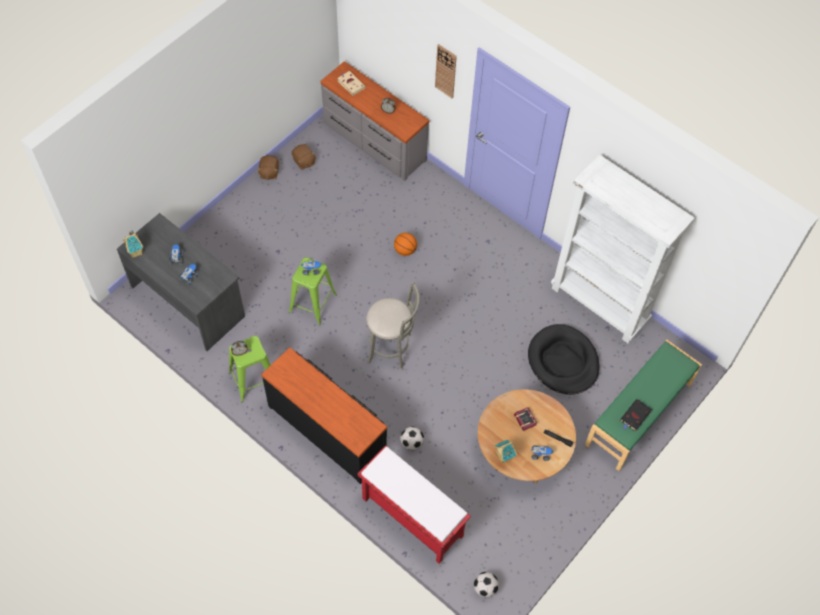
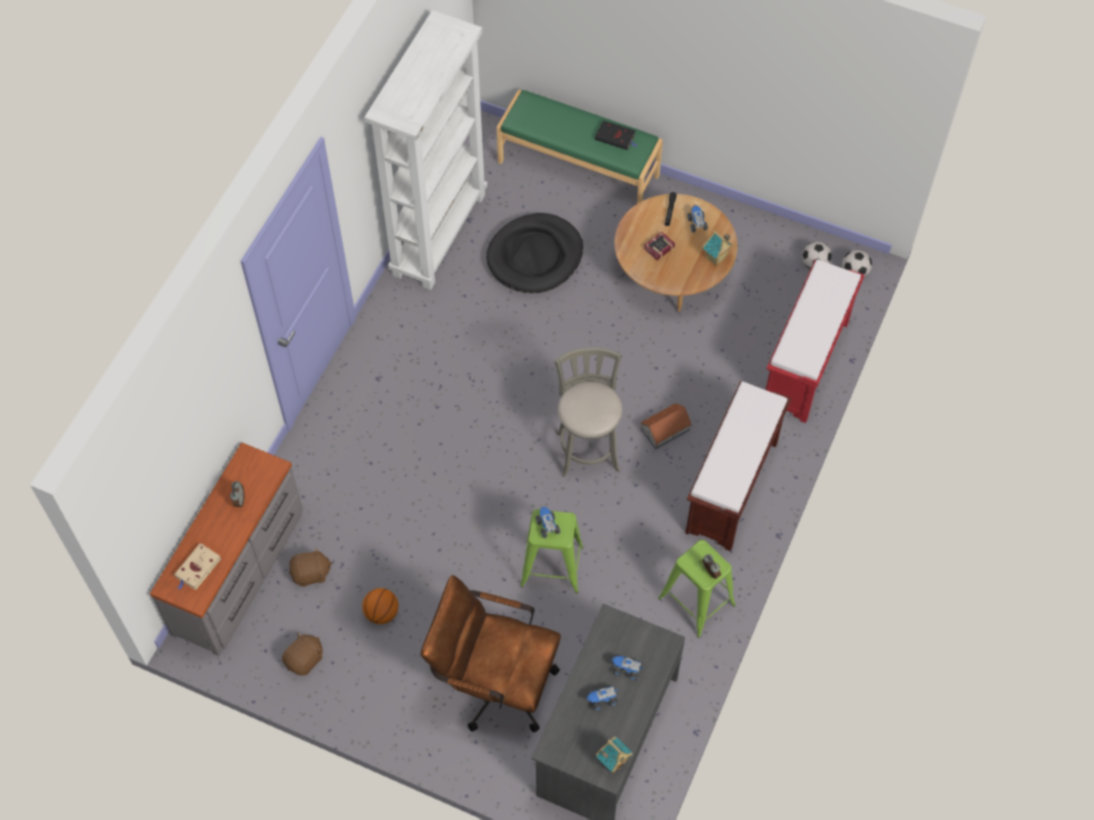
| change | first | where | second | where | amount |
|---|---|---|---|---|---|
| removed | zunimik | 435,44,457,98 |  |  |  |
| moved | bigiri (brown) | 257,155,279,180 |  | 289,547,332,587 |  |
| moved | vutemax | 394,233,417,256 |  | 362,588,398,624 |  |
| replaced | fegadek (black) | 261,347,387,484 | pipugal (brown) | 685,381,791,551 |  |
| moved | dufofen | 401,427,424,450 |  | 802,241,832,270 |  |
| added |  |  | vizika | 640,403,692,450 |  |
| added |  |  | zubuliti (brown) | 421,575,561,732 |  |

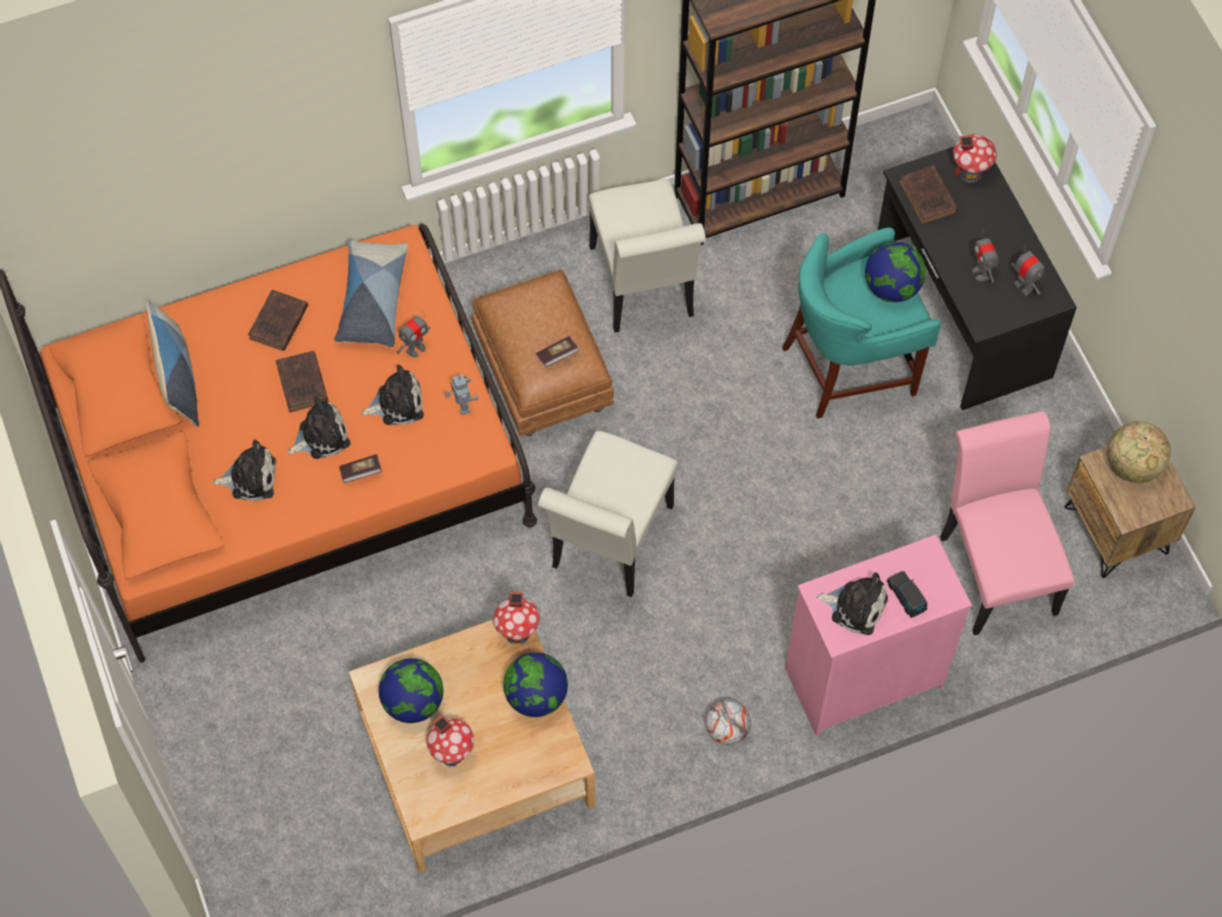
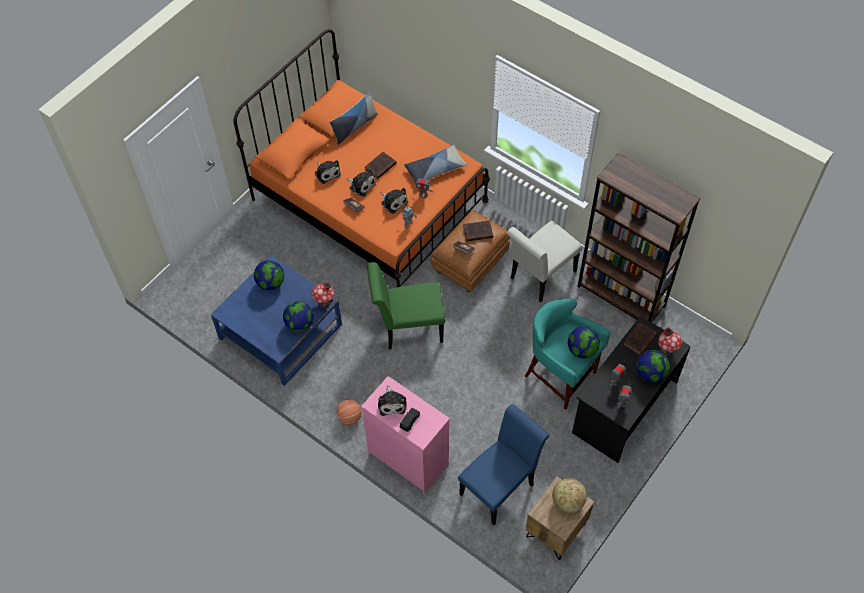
| change | first | where | second | where | amount |
|---|---|---|---|---|---|
| moved | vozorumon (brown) | 248,290,308,351 |  | 463,220,493,242 |  |
| recoloured | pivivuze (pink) | 940,411,1074,635 | pivivuze (blue) | 458,404,550,525 |  |
| recoloured | pivivuze (white) | 538,431,678,597 | pivivuze (green) | 367,262,446,349 |  |
| recoloured | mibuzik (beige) | 349,620,595,873 | mibuzik (blue) | 211,255,342,386 |  |
| replaced | dufofen | 706,699,751,745 | vutemax | 336,400,361,425 |  |
| removed | vizika | 427,714,474,767 |  |  |  |
| added |  |  | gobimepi | 636,350,670,383 |  |

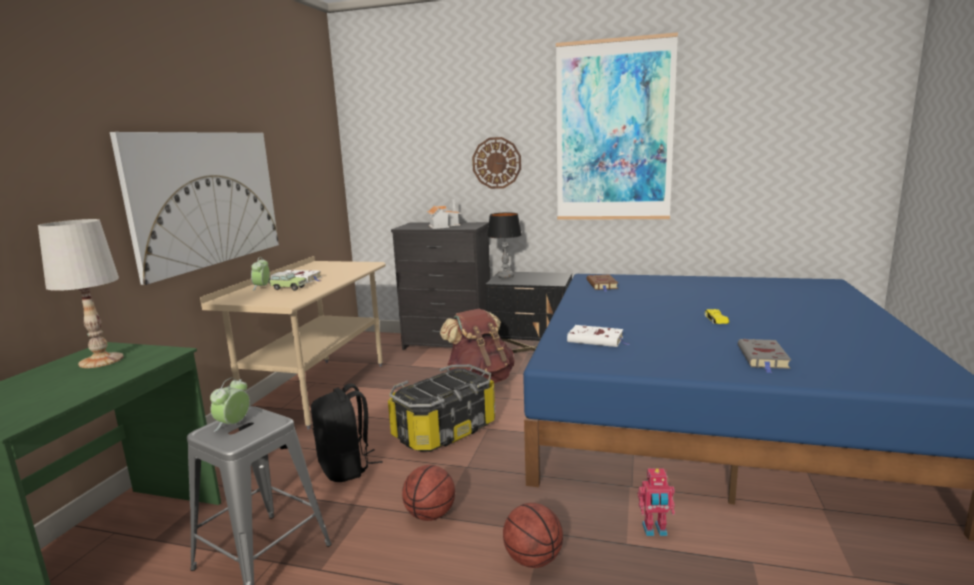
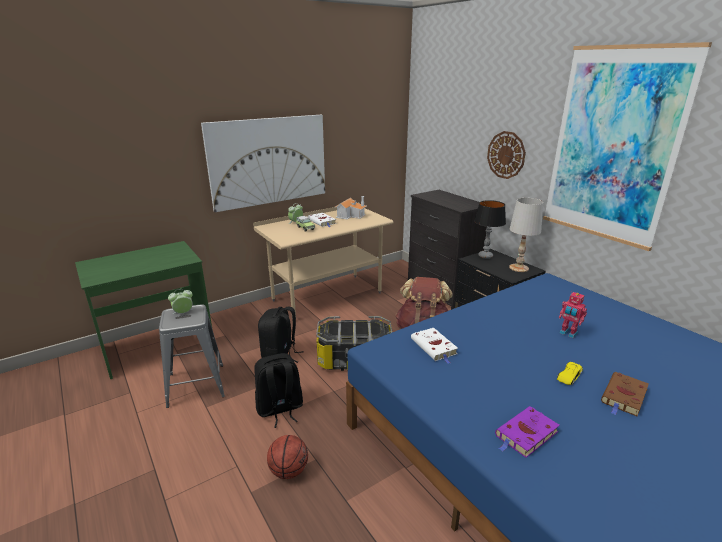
| change | first | where | second | where | amount |
|---|---|---|---|---|---|
| moved | vizika | 426,199,461,229 |  | 335,196,367,219 |  |
| moved | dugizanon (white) | 38,219,124,368 |  | 509,198,543,272 |  |
| moved | vozorumon (brown) | 587,274,618,292 |  | 601,372,649,416 |  |
| recoloured | vozorumon (grey) | 738,339,791,373 | vozorumon (purple) | 495,406,560,458 |  |
| replaced | vutemax | 402,465,455,521 | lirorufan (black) | 254,353,303,428 |  |
| moved | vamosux | 638,468,675,536 |  | 559,292,587,338 |  |

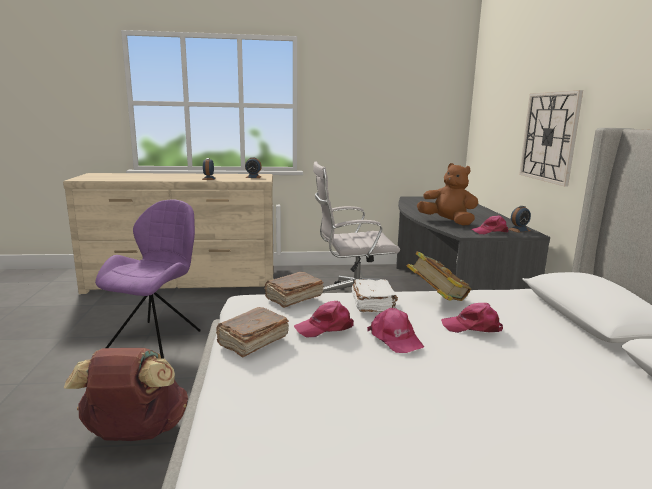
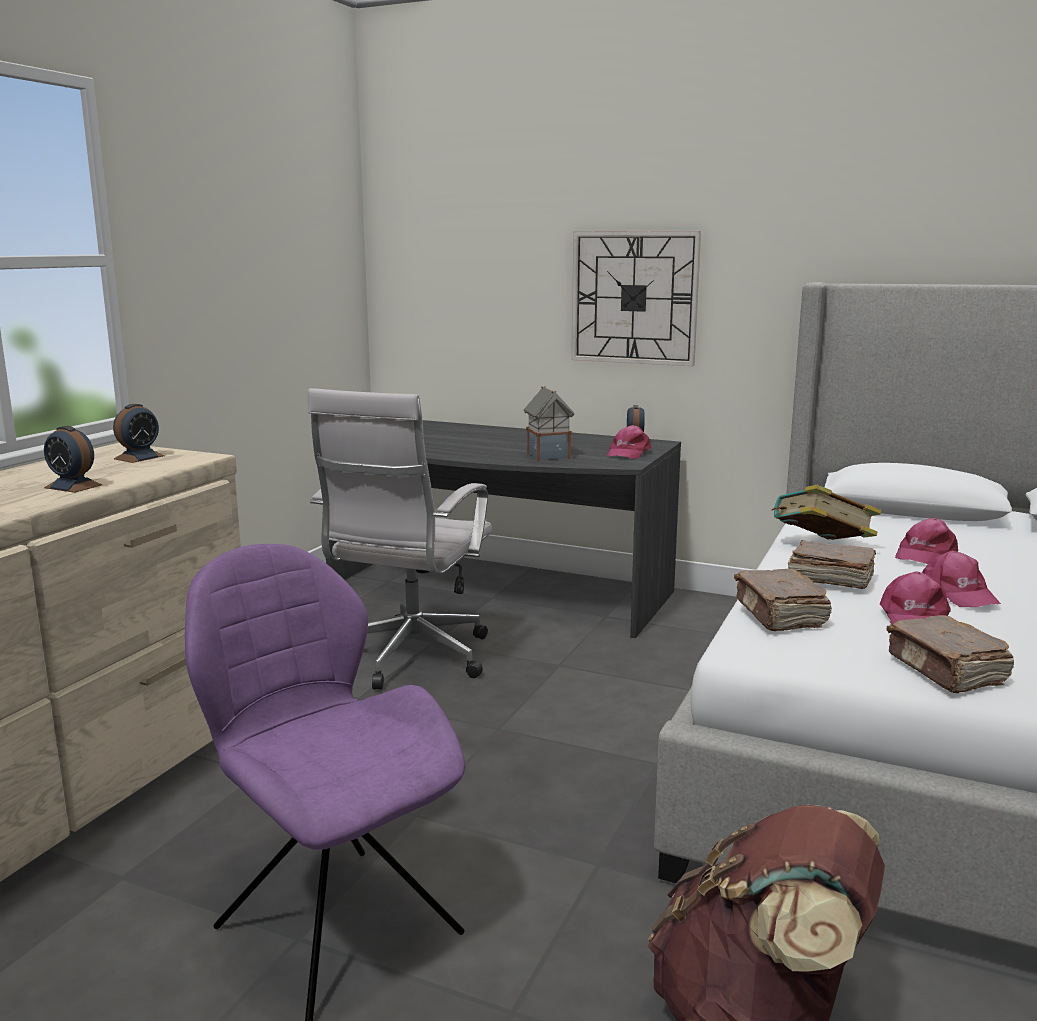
| change | first | where | second | where | amount |
|---|---|---|---|---|---|
| replaced | bigiri (brown) | 417,163,478,226 | vizika | 524,386,574,461 |  |
| recoloured | vozorumon (white) | 351,279,398,313 | vozorumon (brown) | 788,540,876,589 |  |
| turned | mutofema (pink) | 367,308,424,353 |  | 922,550,1001,607 | 75 degrees clockwise |

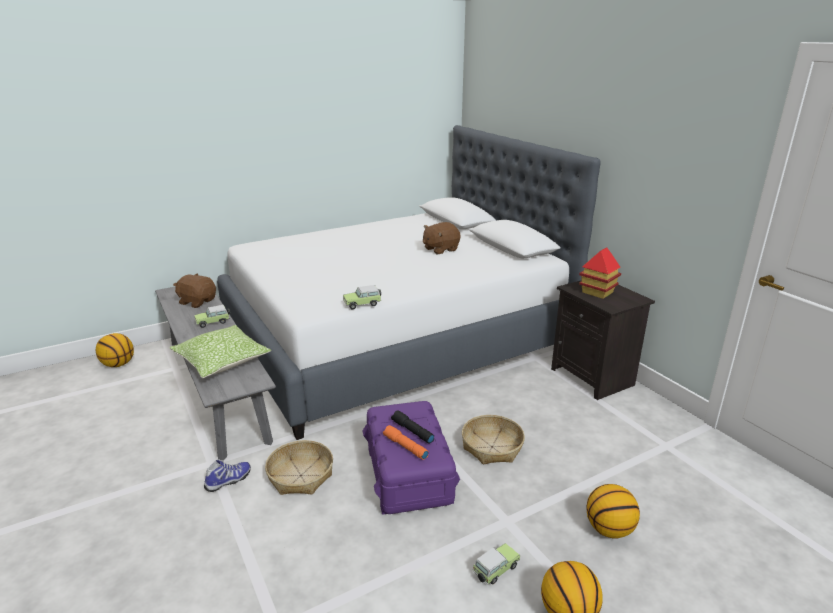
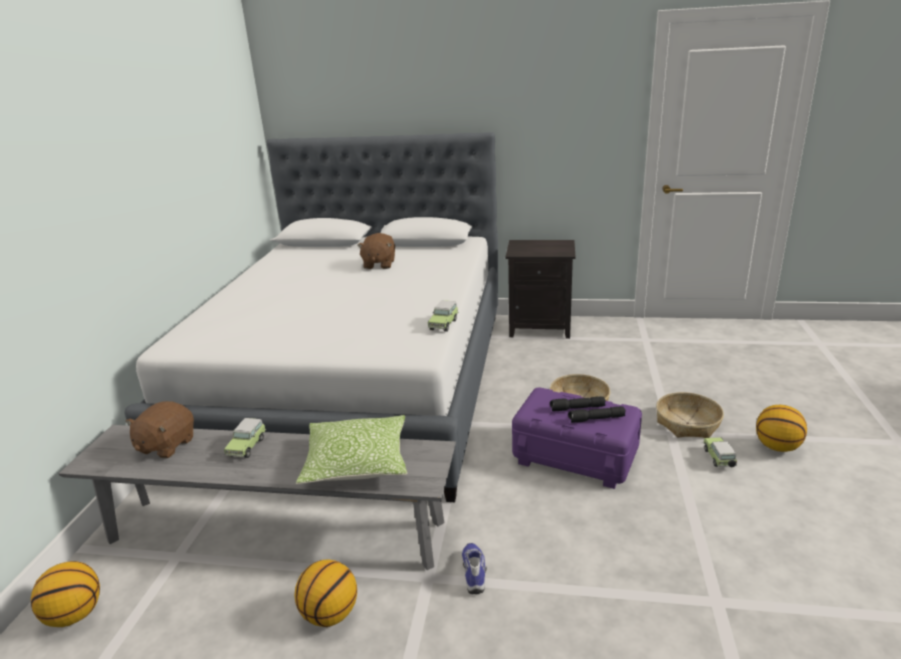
| change | first | where | second | where | amount |
|---|---|---|---|---|---|
| removed | vizika | 579,247,621,299 |  |  |  |
| turned | bigiri (brown) | 173,273,216,308 |  | 126,401,194,459 | 45 degrees counterclockwise |
| recoloured | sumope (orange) | 383,425,428,460 | sumope (black) | 568,406,626,423 |  |
| moved | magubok | 265,440,333,495 |  | 656,392,724,438 |  |
| moved | vutemax | 586,484,640,538 |  | 294,560,357,627 |  |

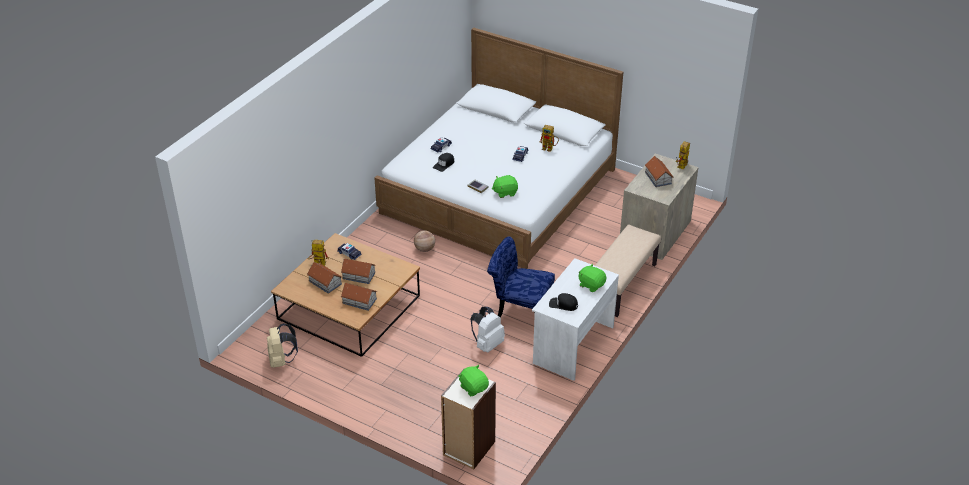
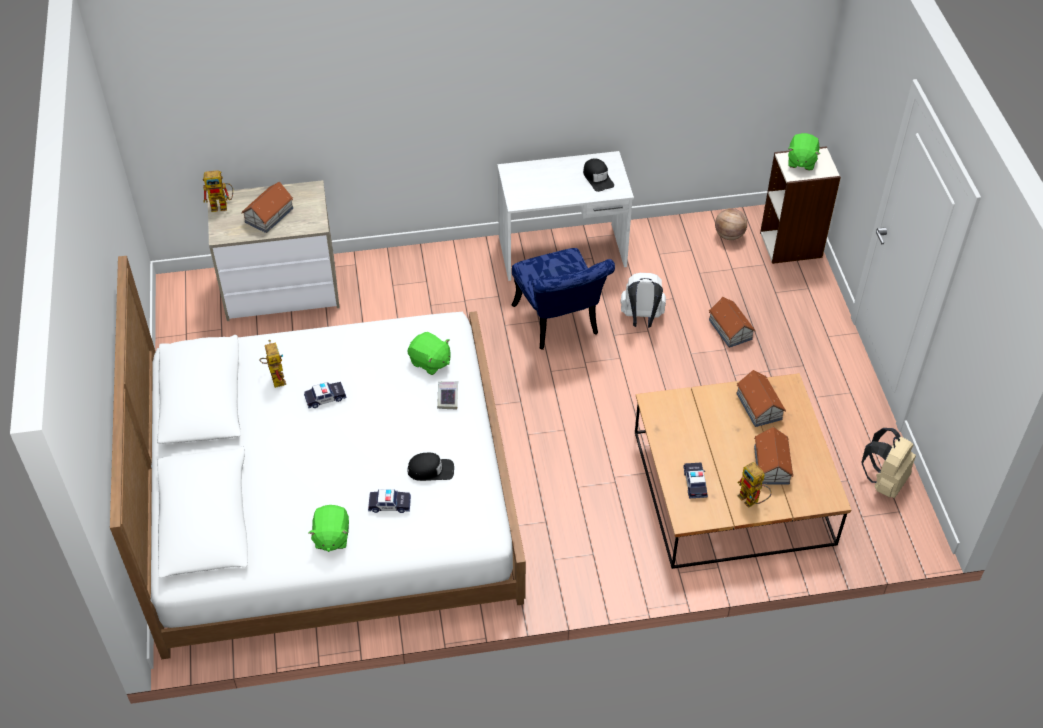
| change | first | where | second | where | amount |
|---|---|---|---|---|---|
| removed | pipugal (beige) | 595,224,661,317 |  |  |  |
| moved | vutemax | 414,230,435,252 |  | 715,208,747,240 |  |
| moved | vizika | 341,259,376,284 |  | 709,297,755,348 |  |
| moved | bigiri (green) | 579,264,607,292 |  | 308,505,349,552 |  |

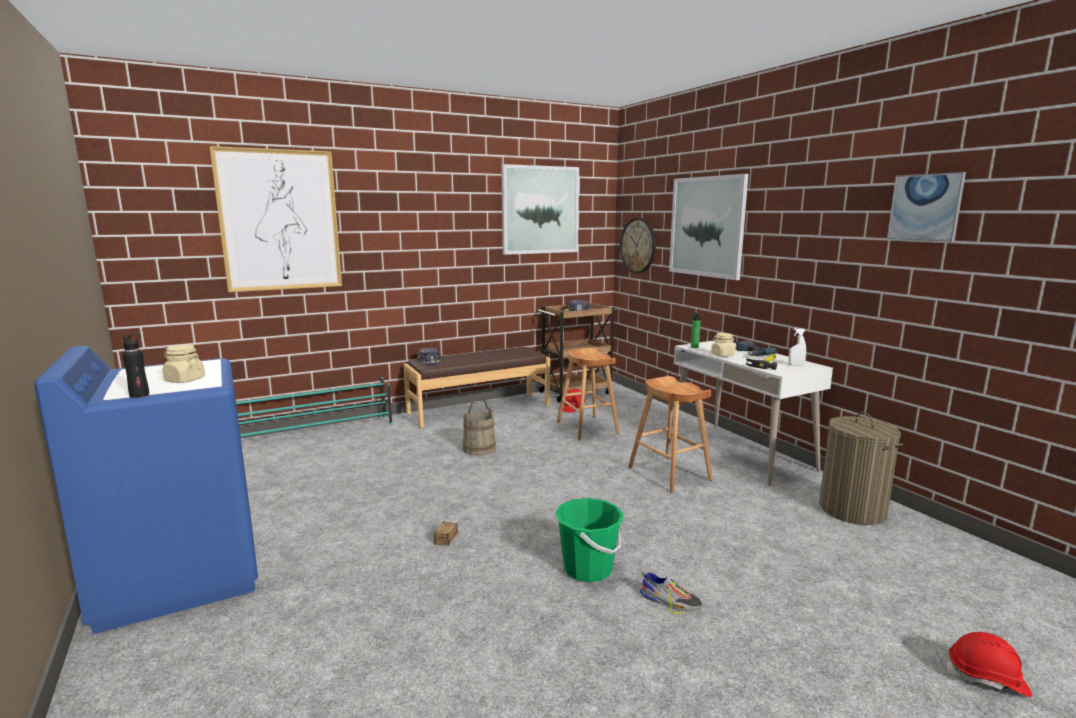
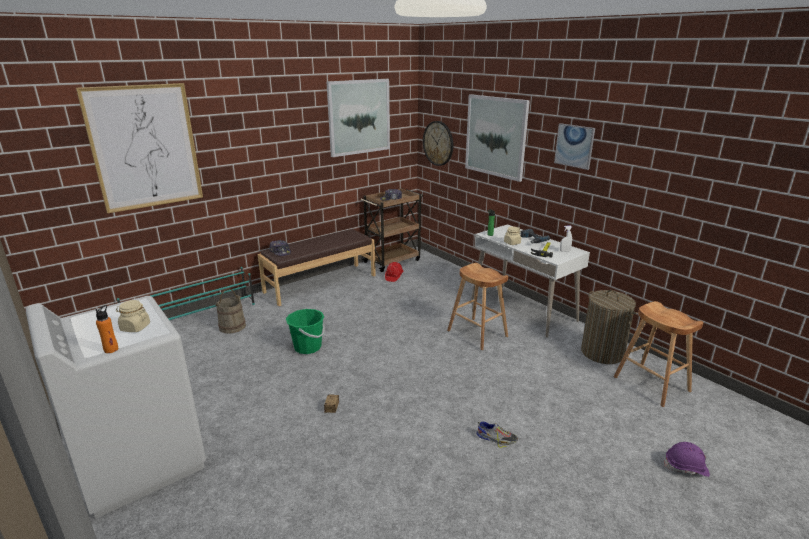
| change | first | where | second | where | amount |
|---|---|---|---|---|---|
| moved | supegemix | 887,172,966,242 |  | 554,123,595,170 |  |
| recoloured | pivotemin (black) | 122,333,149,398 | pivotemin (orange) | 95,305,118,353 |  |
| recoloured | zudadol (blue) | 34,346,258,634 | zudadol (white) | 25,296,206,518 |  |
| moved | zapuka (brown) | 557,348,620,440 |  | 614,301,703,407 |  |
| moved | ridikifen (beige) | 462,397,496,456 |  | 215,288,246,333 |  |
| moved | ridikifen (green) | 555,498,624,582 |  | 286,309,325,354 |  |
| recoloured | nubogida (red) | 947,632,1032,697 | nubogida (purple) | 664,442,710,477 |  |

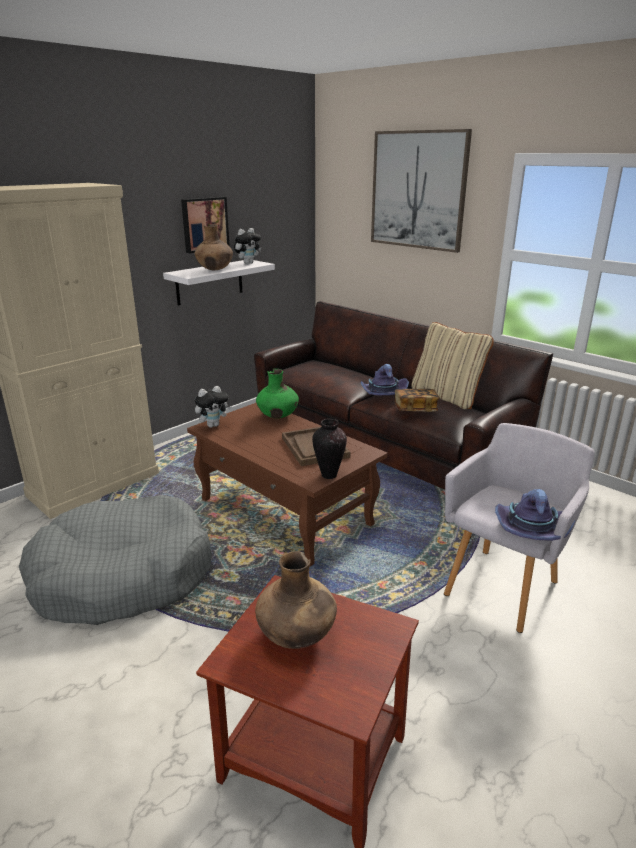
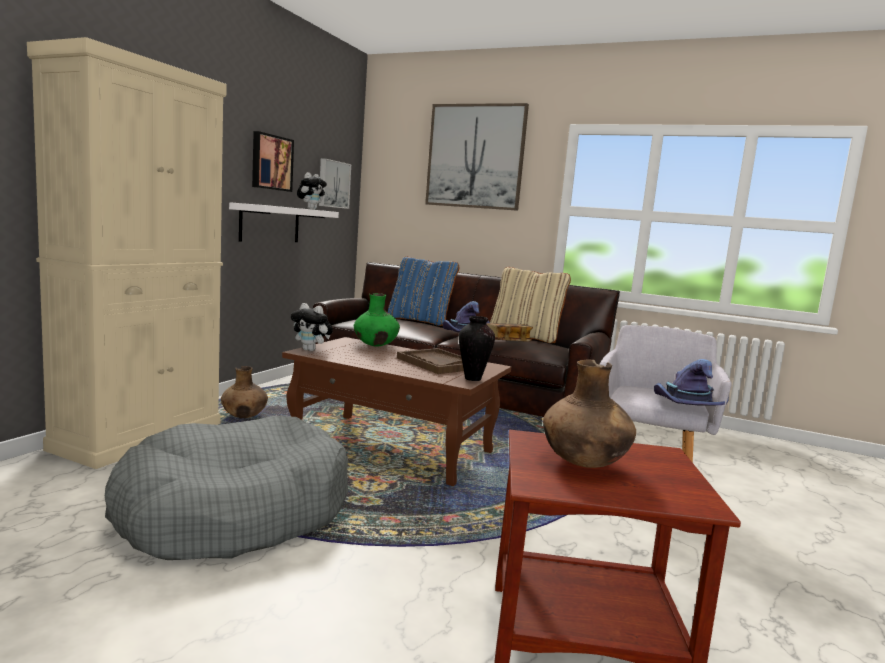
| change | first | where | second | where | amount |
|---|---|---|---|---|---|
| moved | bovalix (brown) | 194,224,233,270 |  | 221,366,268,418 |  |
| turned | bigiri | 195,386,232,428 |  | 291,303,333,351 | 75 degrees clockwise |
| added |  |  | supegemix | 319,158,351,209 |  |
| added |  |  | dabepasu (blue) | 388,256,459,326 |  |

